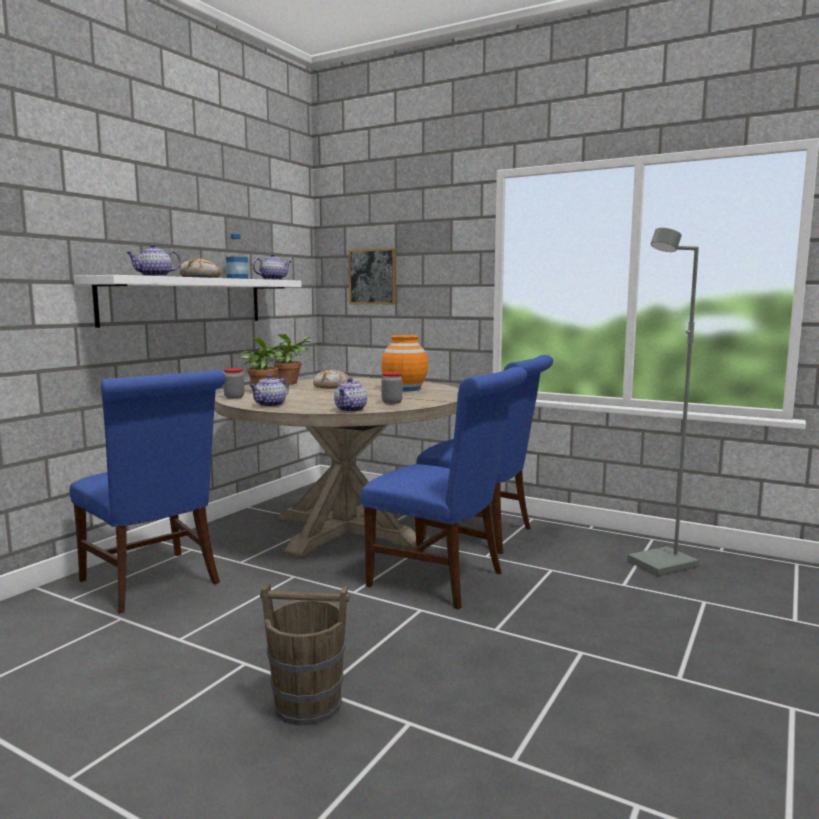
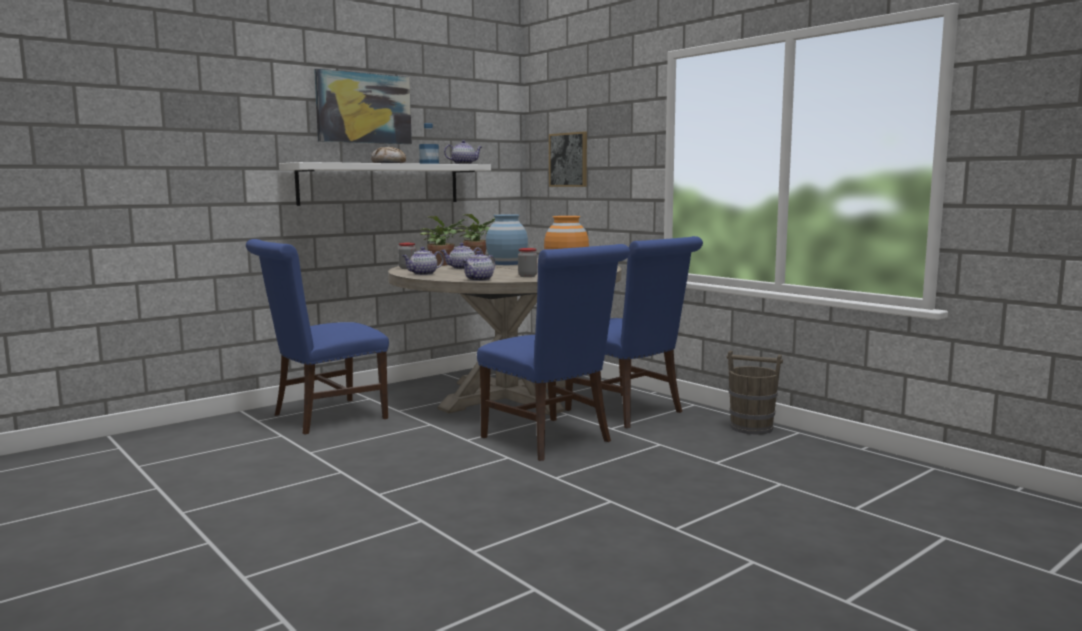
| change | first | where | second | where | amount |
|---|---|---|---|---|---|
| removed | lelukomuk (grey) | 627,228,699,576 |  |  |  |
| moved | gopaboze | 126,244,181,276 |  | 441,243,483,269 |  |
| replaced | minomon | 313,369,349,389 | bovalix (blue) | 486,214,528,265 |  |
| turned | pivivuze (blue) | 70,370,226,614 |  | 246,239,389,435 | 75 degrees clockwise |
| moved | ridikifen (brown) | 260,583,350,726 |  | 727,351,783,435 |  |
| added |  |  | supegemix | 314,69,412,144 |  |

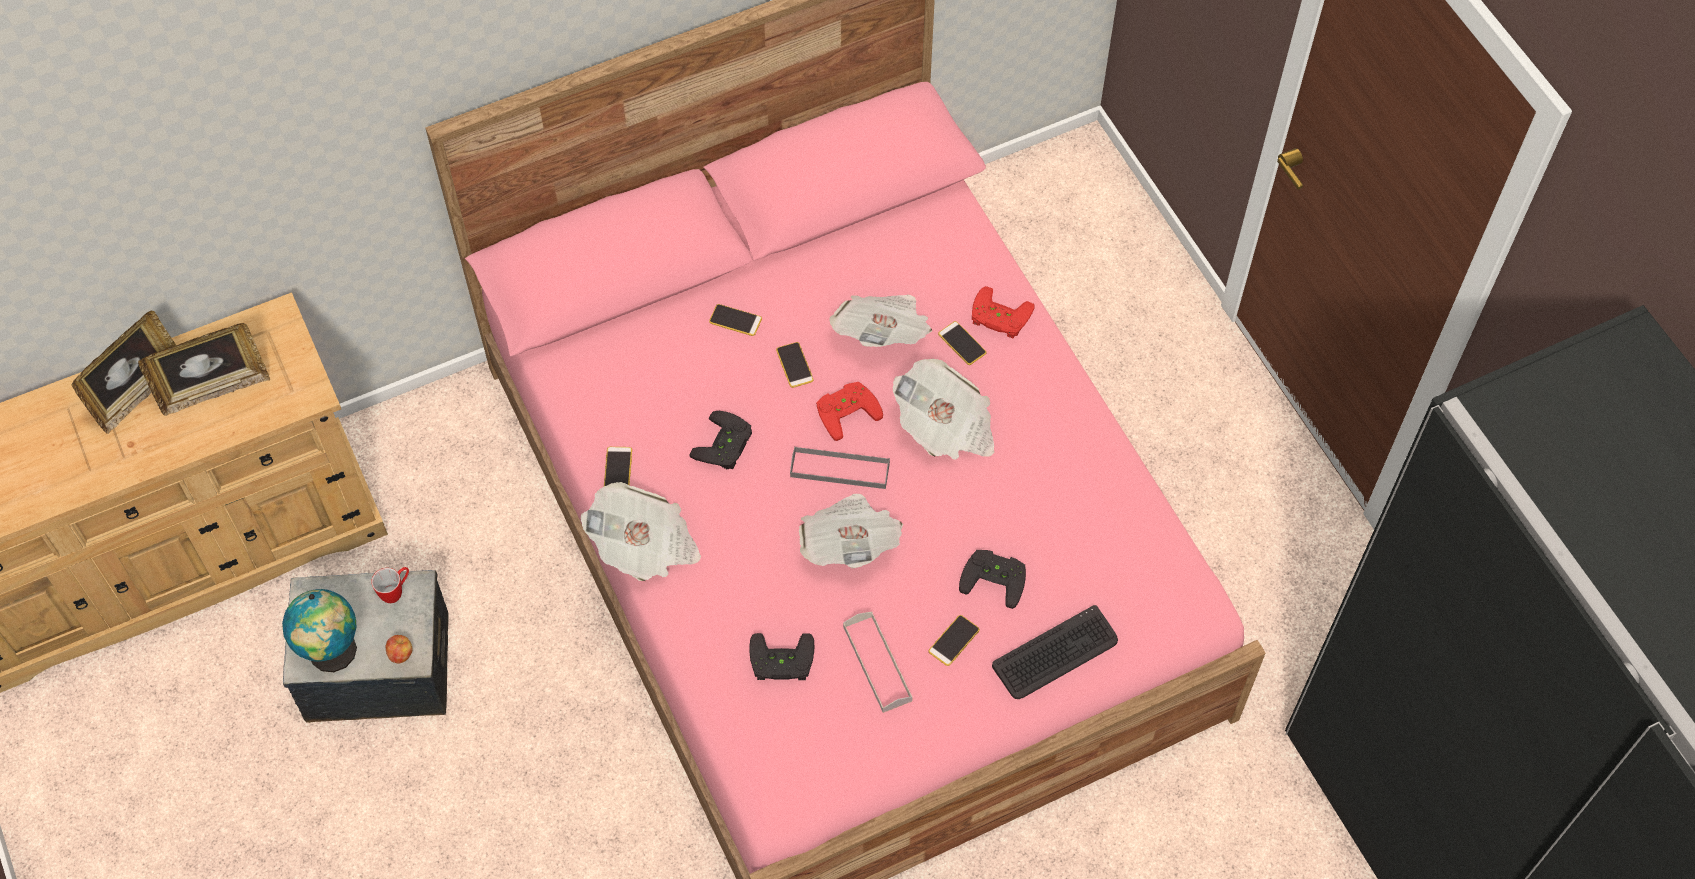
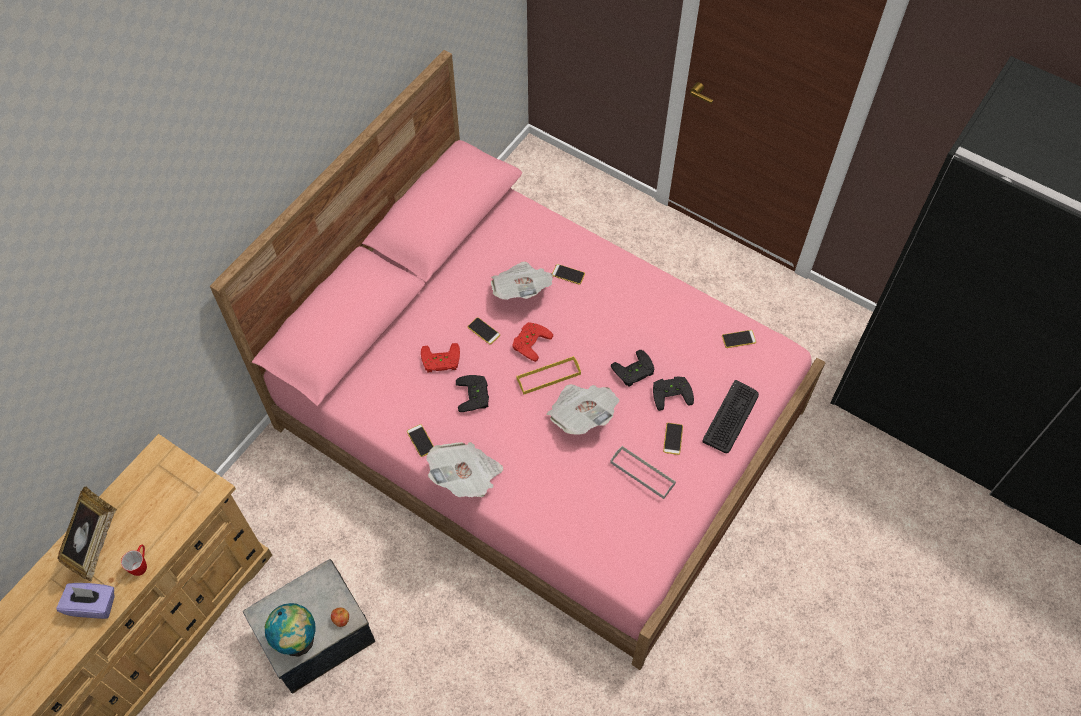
| change | first | where | second | where | amount |
|---|---|---|---|---|---|
| moved | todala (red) | 972,286,1035,338 |  | 421,343,460,373 |  |
| moved | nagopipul | 709,304,762,336 |  | 722,330,756,348 |  |
| removed | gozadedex | 138,323,270,416 |  |  |  |
| removed | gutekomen | 893,359,995,460 |  |  |  |
| recoloured | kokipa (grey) | 790,446,890,489 | kokipa (yellow) | 516,356,581,395 |  |
| moved | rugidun | 371,567,409,603 |  | 121,545,147,576 |  |
| moved | todala (black) | 749,633,814,680 |  | 611,350,655,387 |  |
| added |  |  | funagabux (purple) | 56,583,115,619 |  |

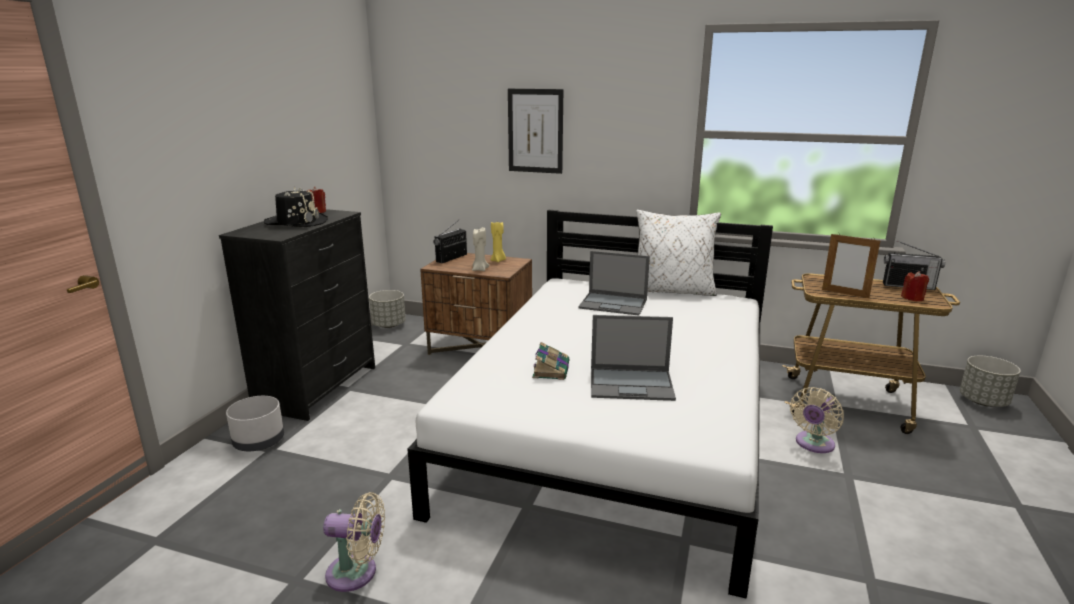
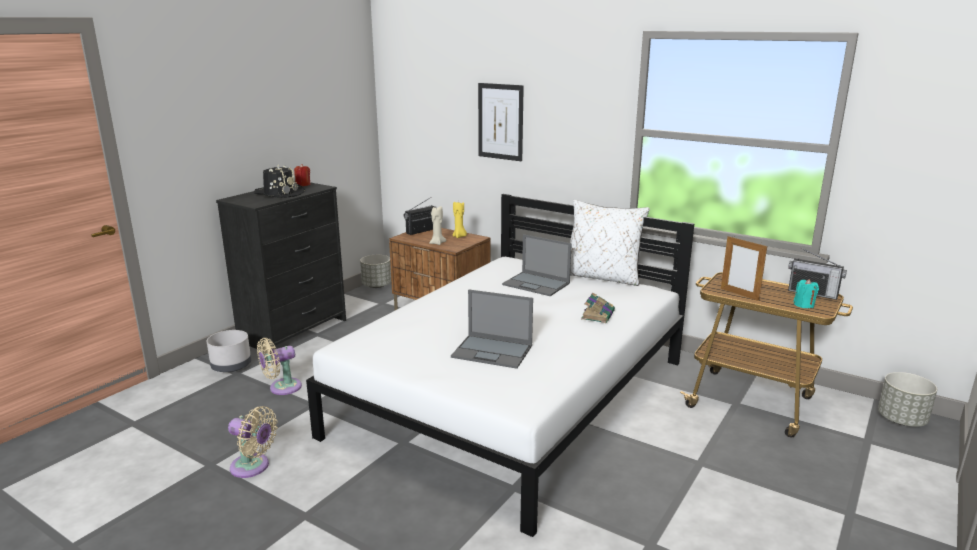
| change | first | where | second | where | amount |
|---|---|---|---|---|---|
| recoloured | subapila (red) | 901,271,929,301 | subapila (turquoise) | 794,279,819,309 |  |
| moved | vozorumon | 532,342,569,380 |  | 581,293,615,323 |  |
| moved | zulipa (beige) | 790,387,844,453 |  | 257,338,302,395 |  |

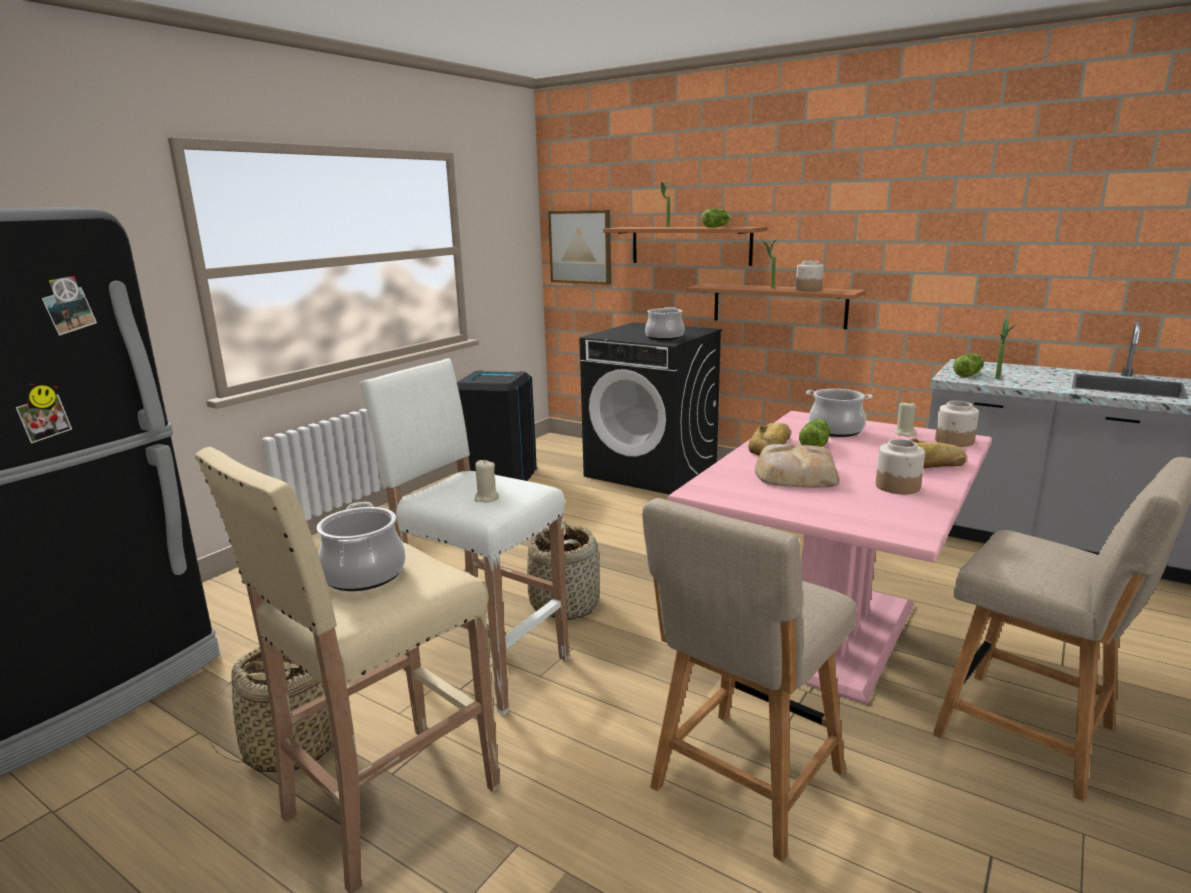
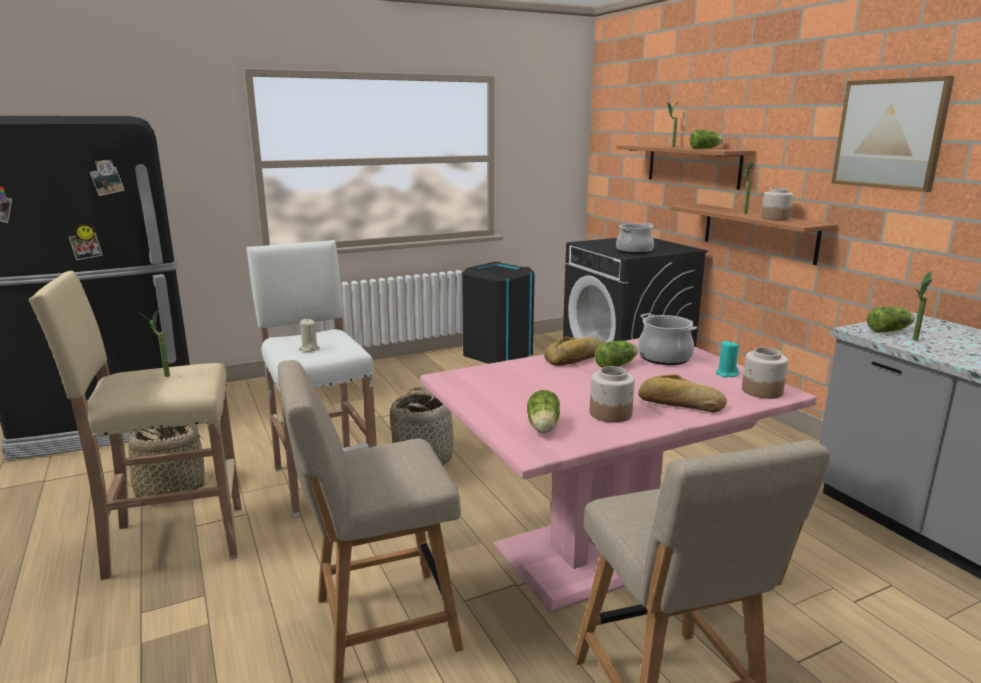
| change | first | where | second | where | amount |
|---|---|---|---|---|---|
| moved | supegemix | 548,210,611,285 |  | 831,76,955,192 |  |
| recoloured | subapila (beige) | 894,401,916,437 | subapila (turquoise) | 716,340,739,378 |  |
| removed | minomon | 755,444,840,487 |  |  |  |
| replaced | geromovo | 317,502,406,591 | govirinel | 138,308,170,377 |  |
| added |  |  | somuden | 527,390,560,433 |  |

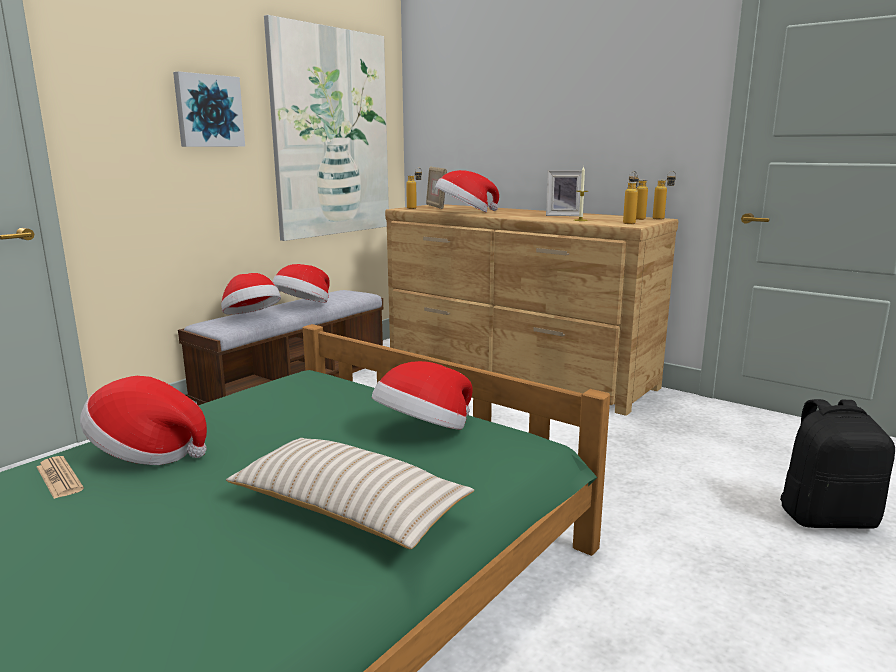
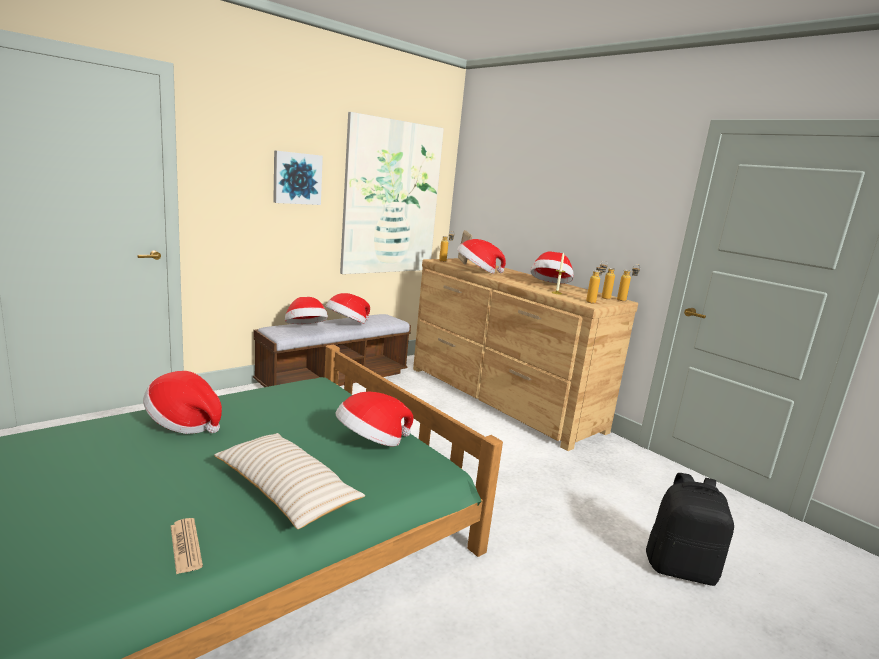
| change | first | where | second | where | amount |
|---|---|---|---|---|---|
| replaced | gozadedex | 546,170,582,216 | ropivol | 531,252,574,284 |  |
| moved | gutekomen | 37,456,84,499 |  | 171,518,203,574 |  |

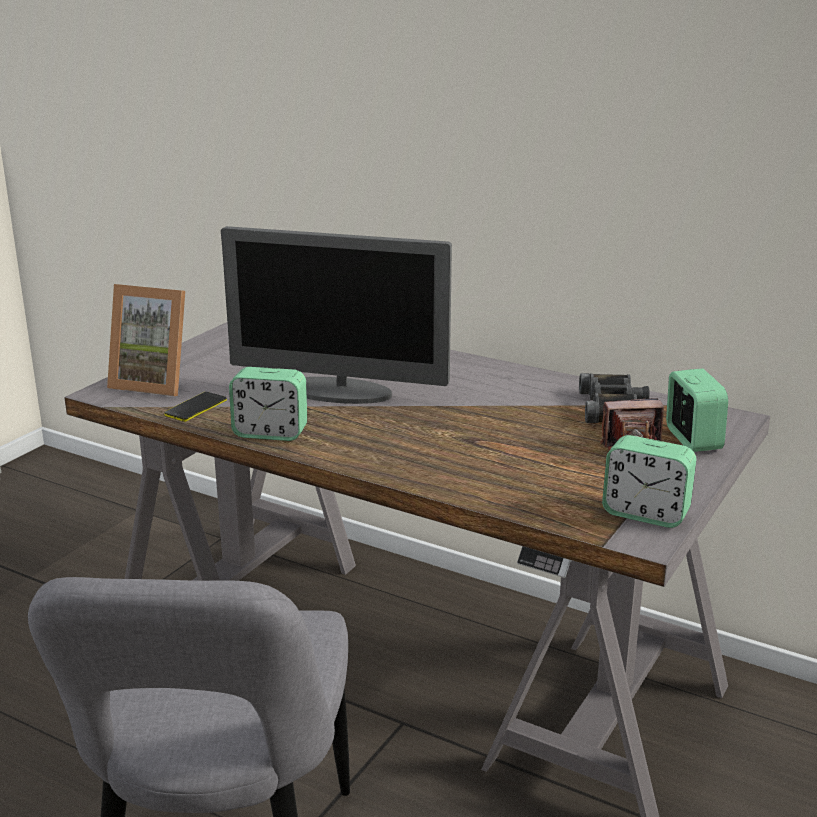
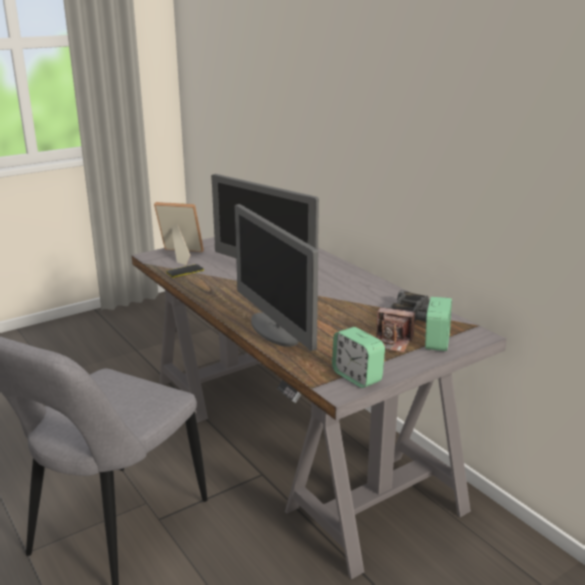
| change | first | where | second | where | amount |
|---|---|---|---|---|---|
| turned | gozadedex | 107,284,185,396 |  | 154,202,204,265 | 150 degrees clockwise |
| removed | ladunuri | 229,367,307,441 |  |  |  |
| added |  |  | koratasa | 234,204,318,351 |  |

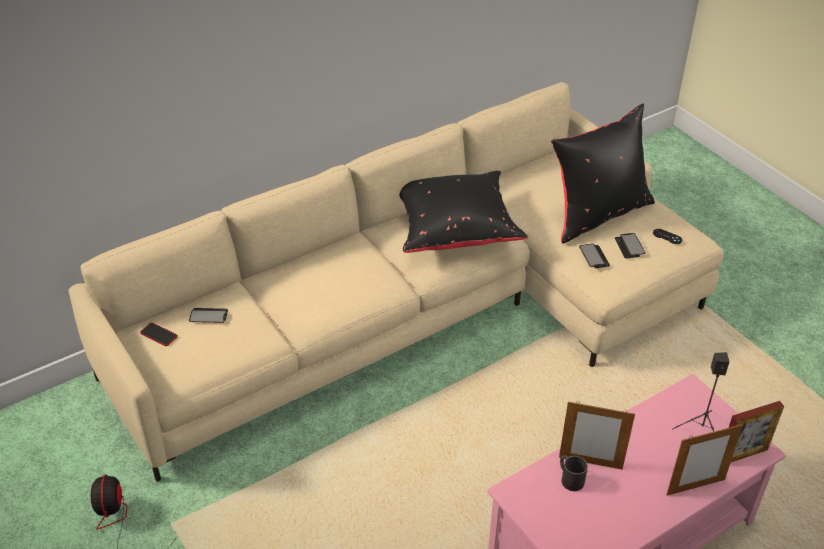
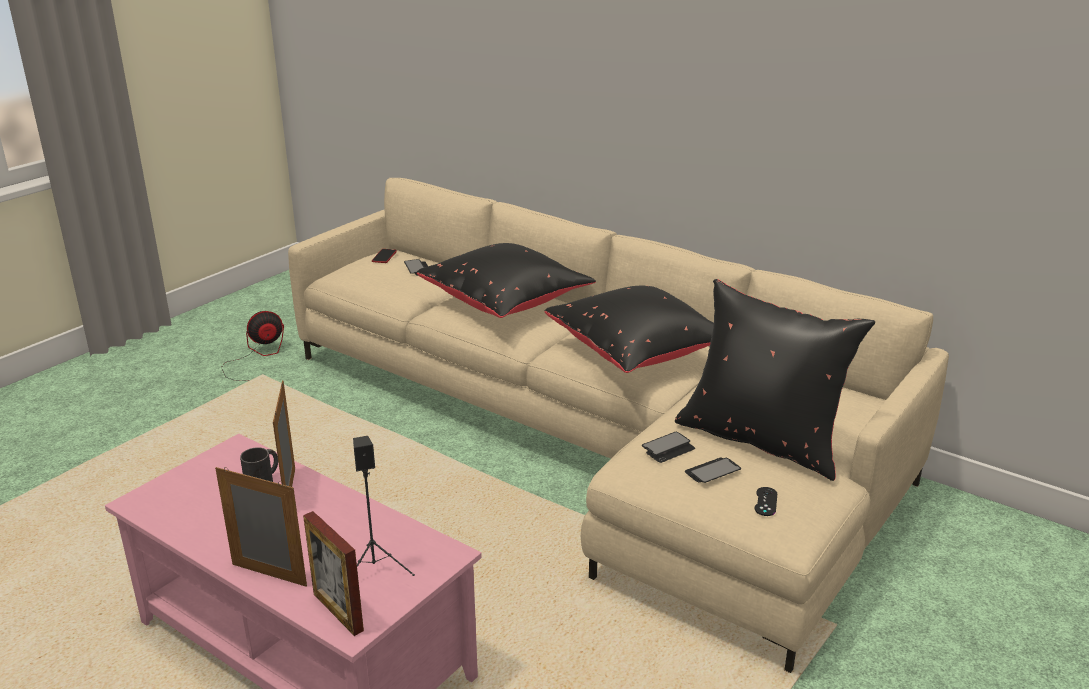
| change | first | where | second | where | amount |
|---|---|---|---|---|---|
| turned | gozadedex | 667,424,743,496 |  | 215,467,307,587 | 150 degrees clockwise |
| added |  |  | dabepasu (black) | 417,243,596,318 |  |

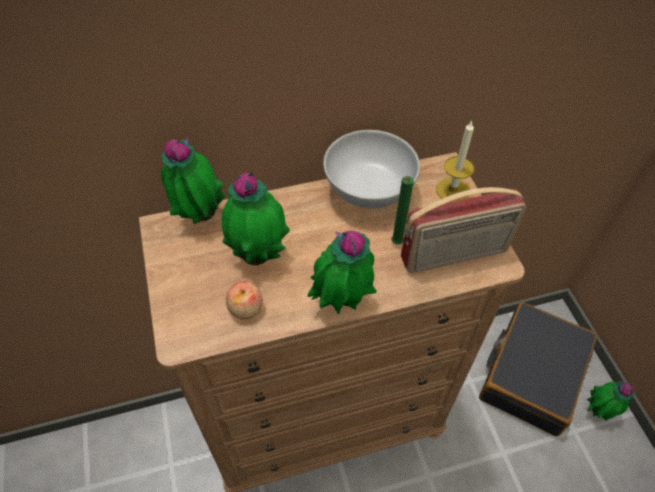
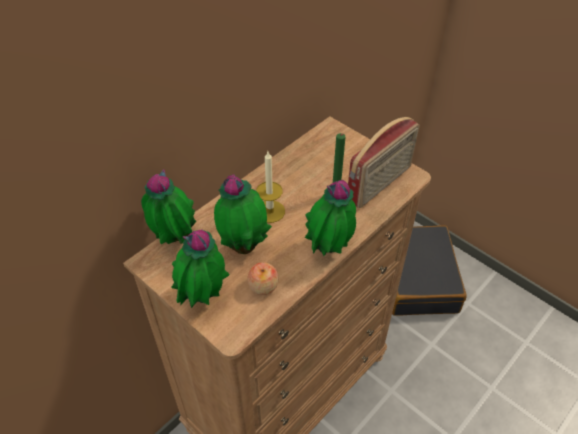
| change | first | where | second | where | amount |
|---|---|---|---|---|---|
| moved | subapila | 436,121,474,202 |  | 256,152,285,223 |  |
| removed | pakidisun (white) | 323,130,420,208 |  |  |  |
| moved | govirinel | 587,381,634,421 |  | 171,229,229,308 |  |

